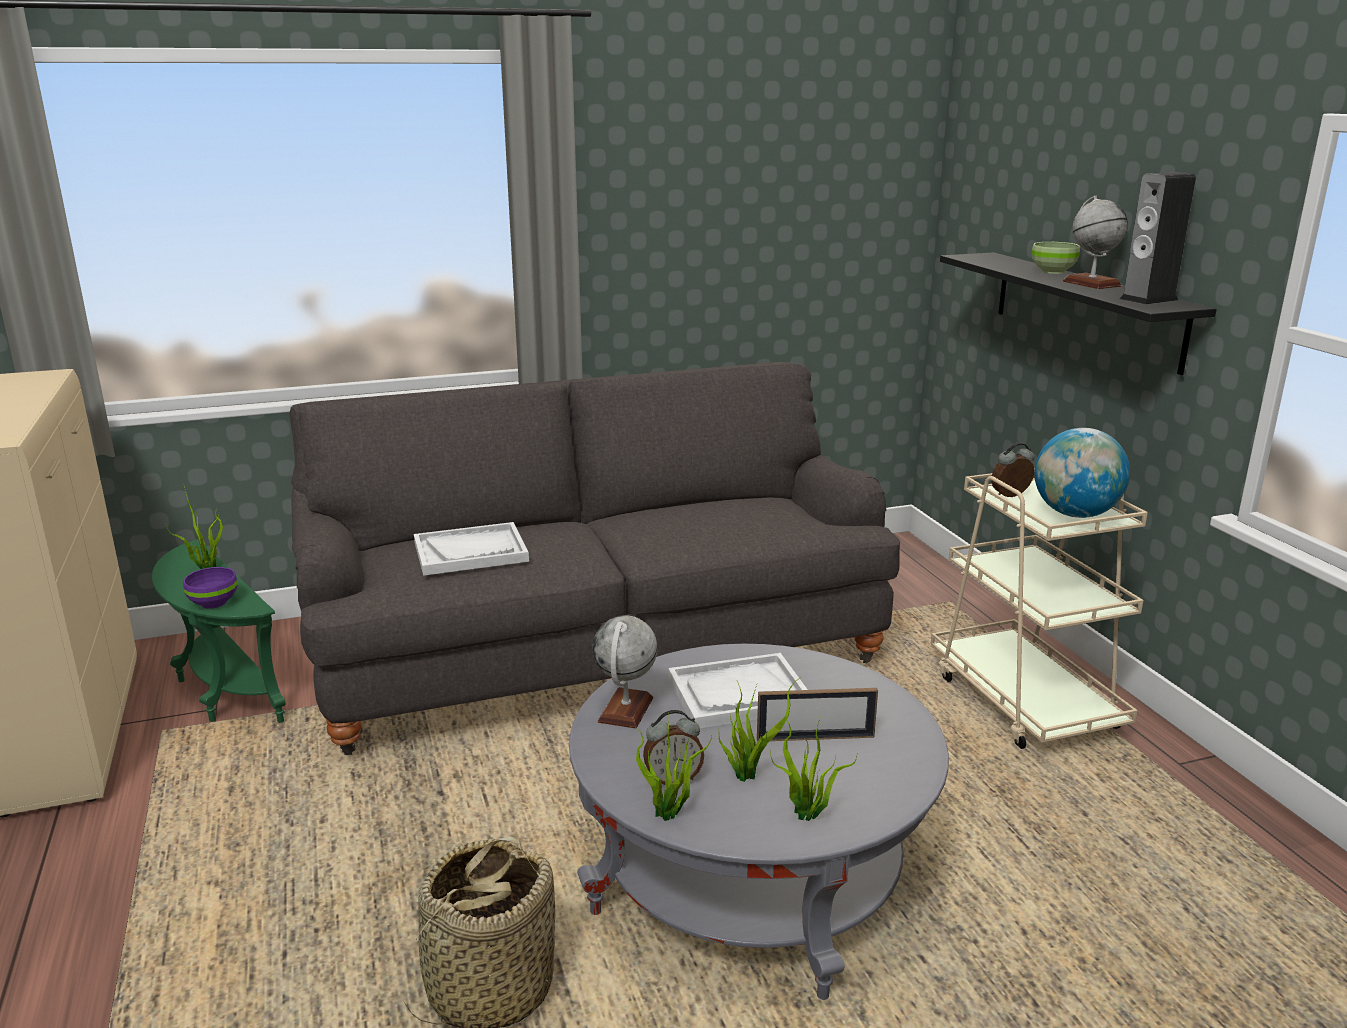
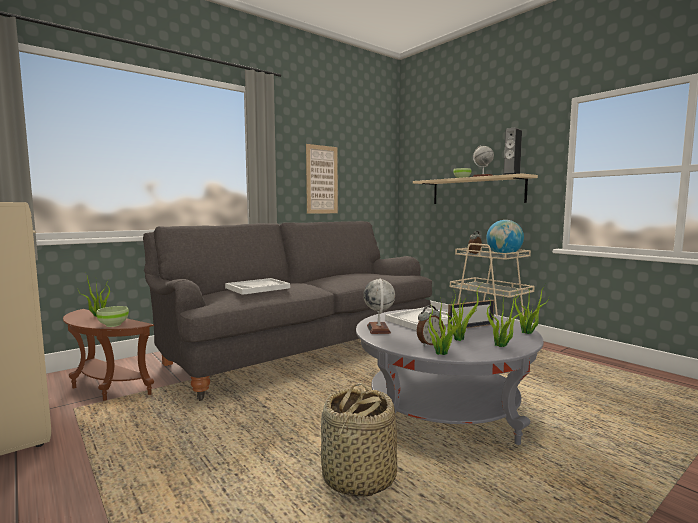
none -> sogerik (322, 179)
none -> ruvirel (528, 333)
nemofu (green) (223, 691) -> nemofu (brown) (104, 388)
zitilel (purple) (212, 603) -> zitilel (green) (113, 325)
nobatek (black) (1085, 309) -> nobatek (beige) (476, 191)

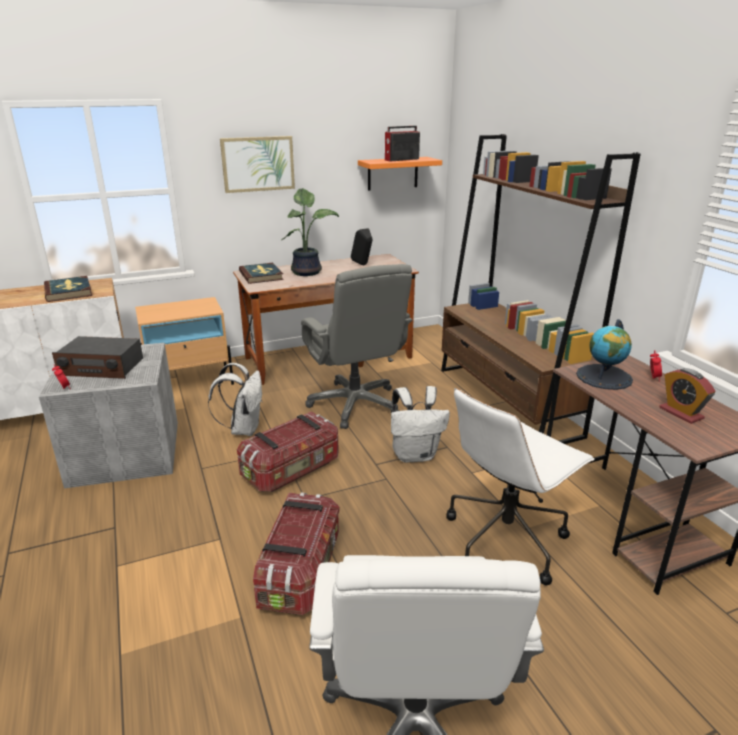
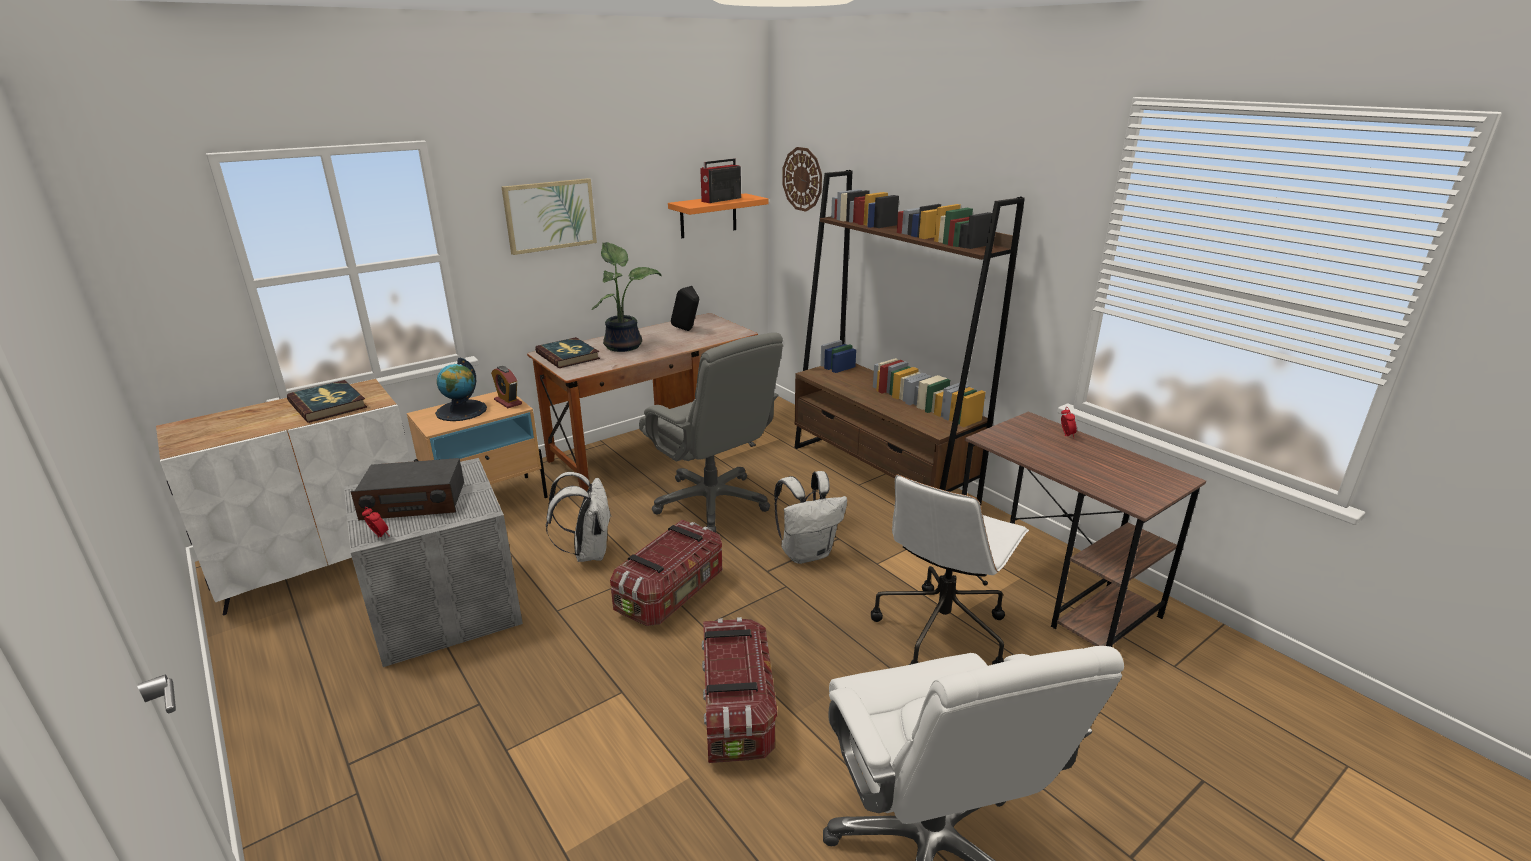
none -> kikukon (802, 179)
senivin (604, 377) -> senivin (461, 411), shifted
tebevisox (681, 413) -> tebevisox (508, 402), shifted

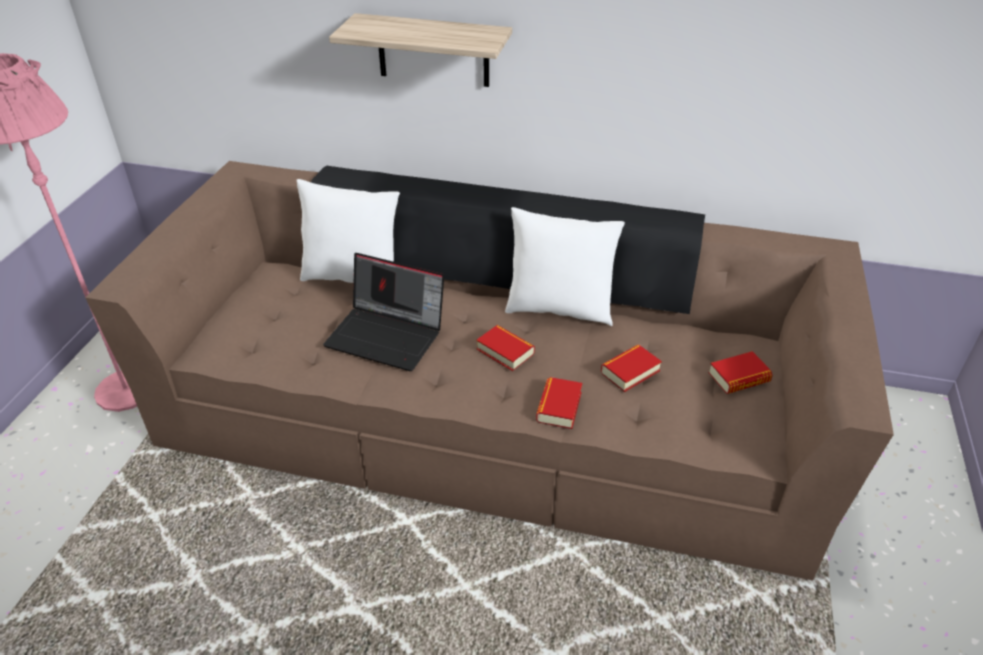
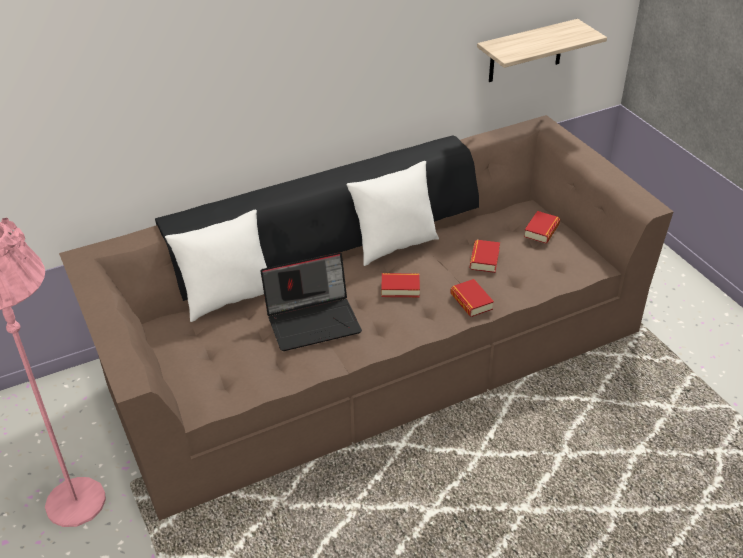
nobatek (433, 50) -> nobatek (526, 51), shifted

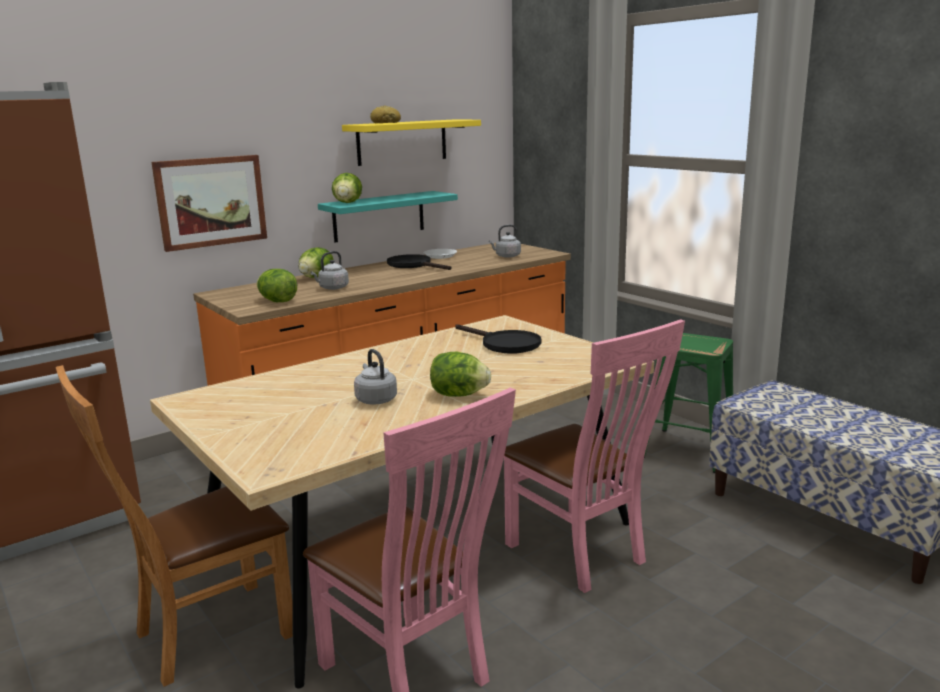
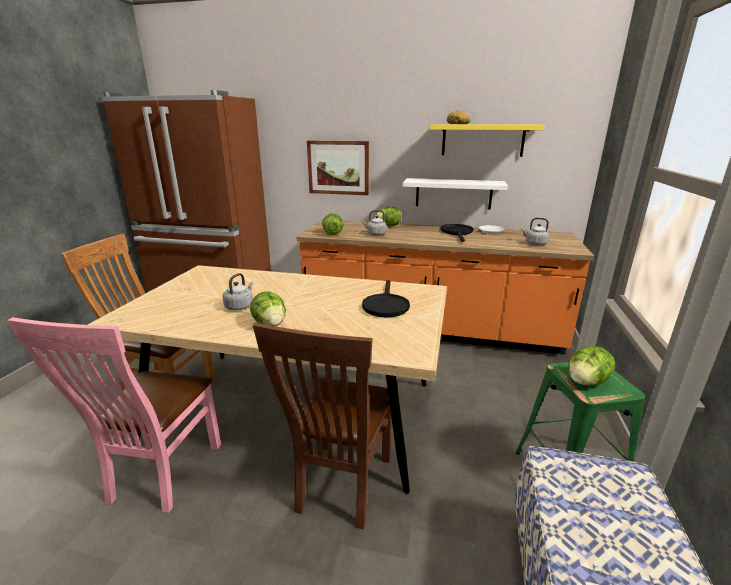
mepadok (348, 203) -> mepadok (586, 382), shifted
nobatek (turquoise) (379, 216) -> nobatek (white) (453, 193)
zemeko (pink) (582, 555) -> zemeko (brown) (340, 487)

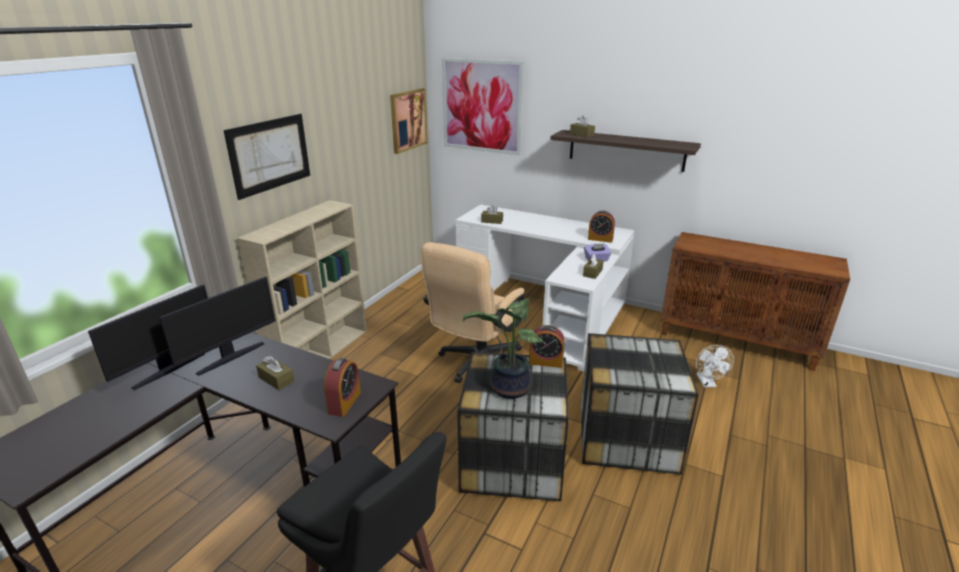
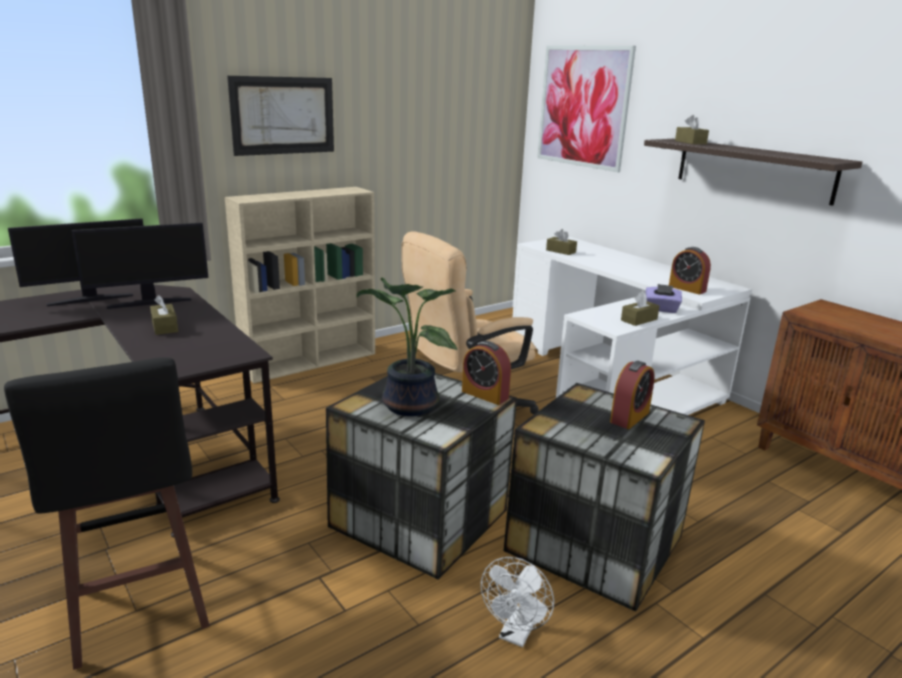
sogerik (408, 120) -> none
tebevisox (344, 402) -> tebevisox (629, 417), shifted
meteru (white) (707, 383) -> meteru (white) (516, 634), shifted

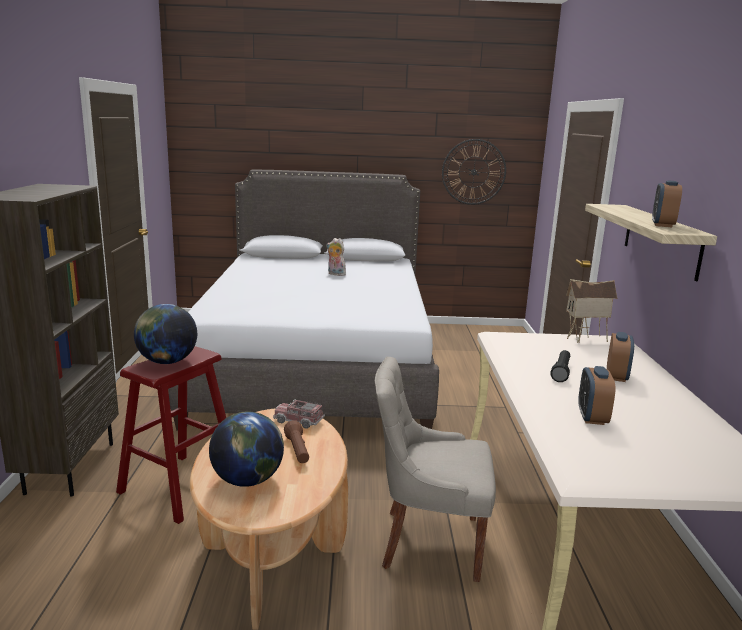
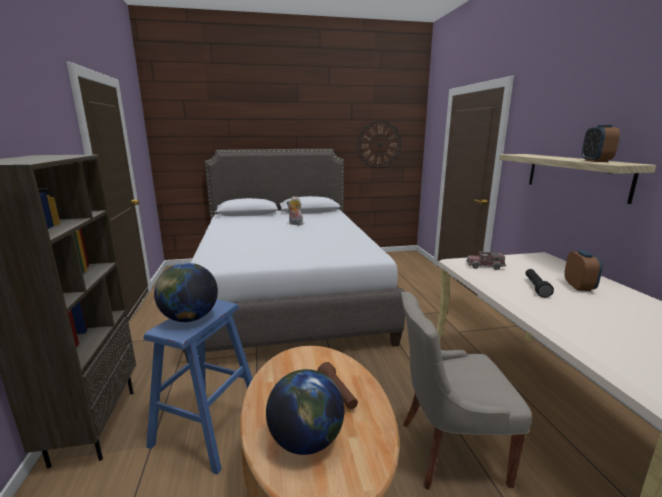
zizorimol (585, 340) -> none
tebevisox (592, 417) -> none
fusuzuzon (298, 421) -> fusuzuzon (485, 266), shifted
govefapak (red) (180, 487) -> govefapak (blue) (208, 429)

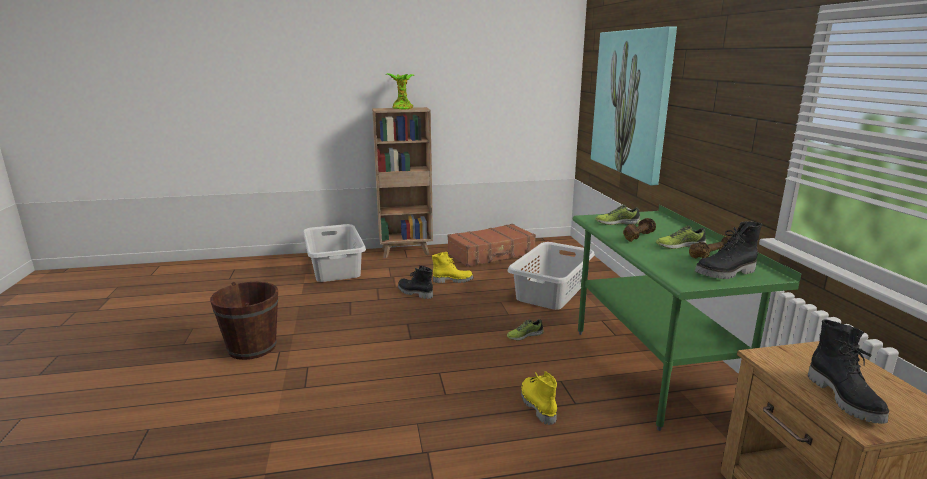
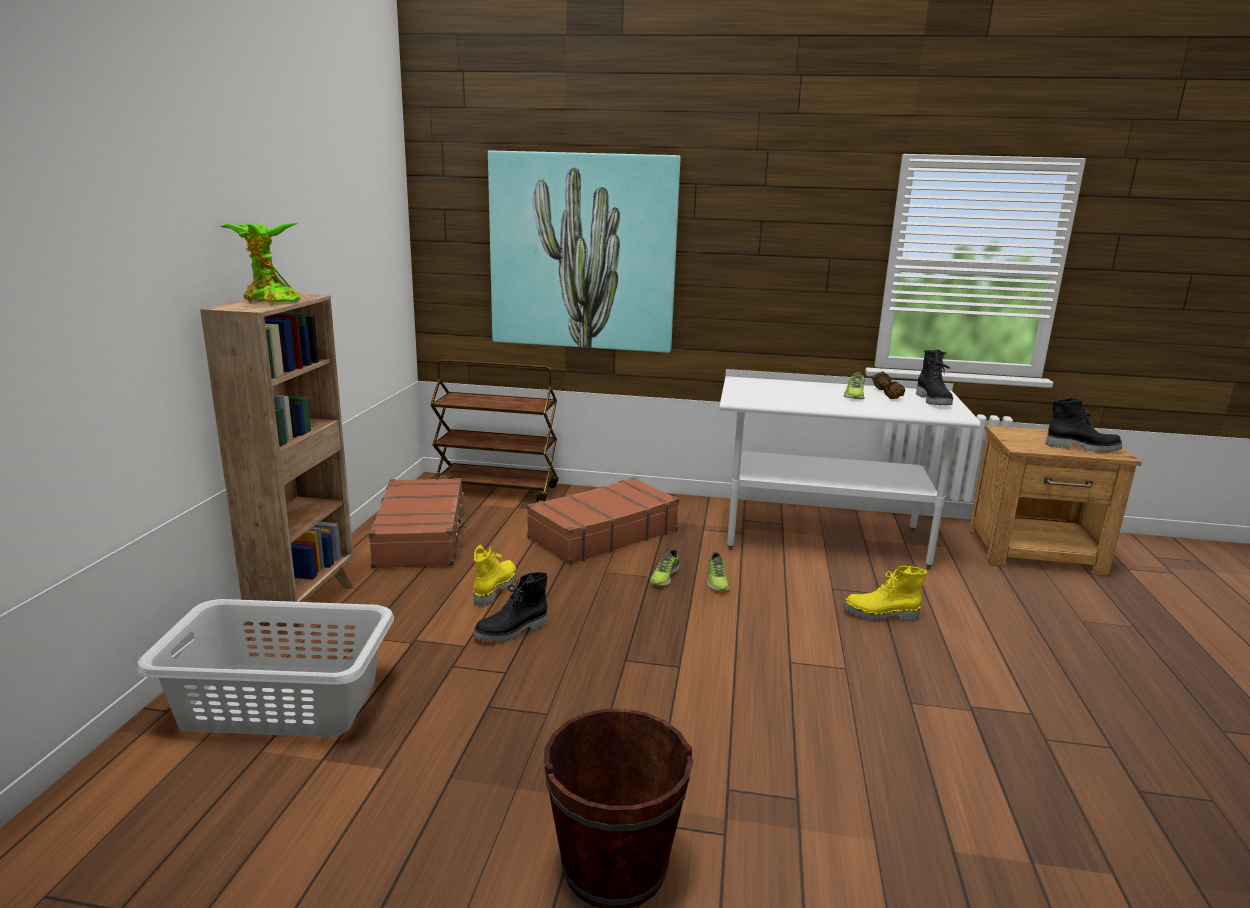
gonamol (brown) (638, 236) -> none
none -> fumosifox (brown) (497, 490)
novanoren (617, 223) -> novanoren (664, 576), shifted
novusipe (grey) (550, 292) -> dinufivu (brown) (602, 534)
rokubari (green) (651, 370) -> rokubari (white) (824, 539)

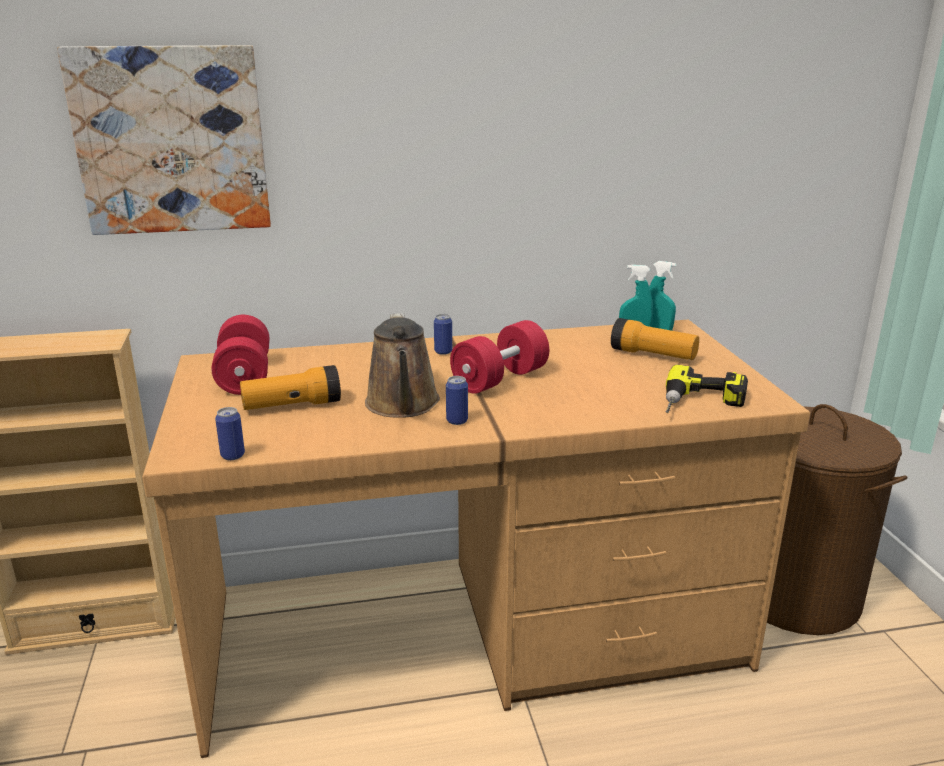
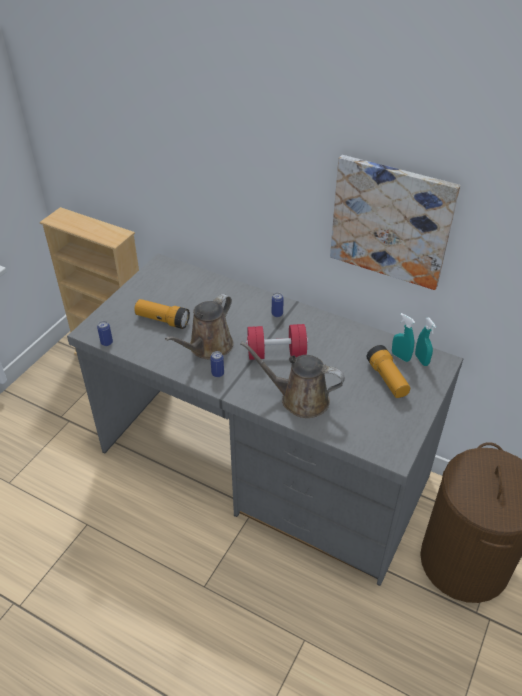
gonamol (red) (244, 376) -> none
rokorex (702, 404) -> none
none -> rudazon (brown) (299, 399)
sogerik (172, 140) -> sogerik (391, 221), shifted
rokubari (brown) (473, 633) -> rokubari (grey) (261, 466)

